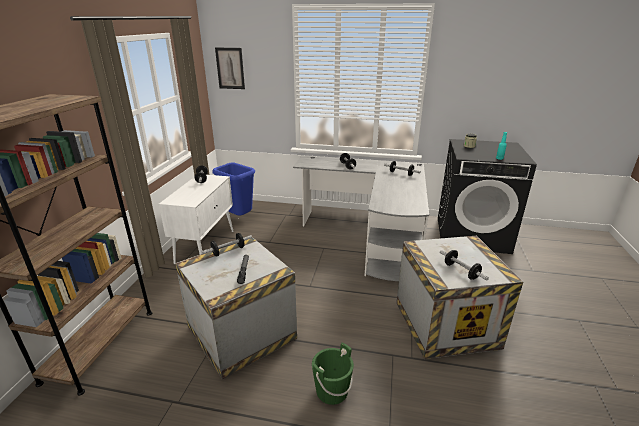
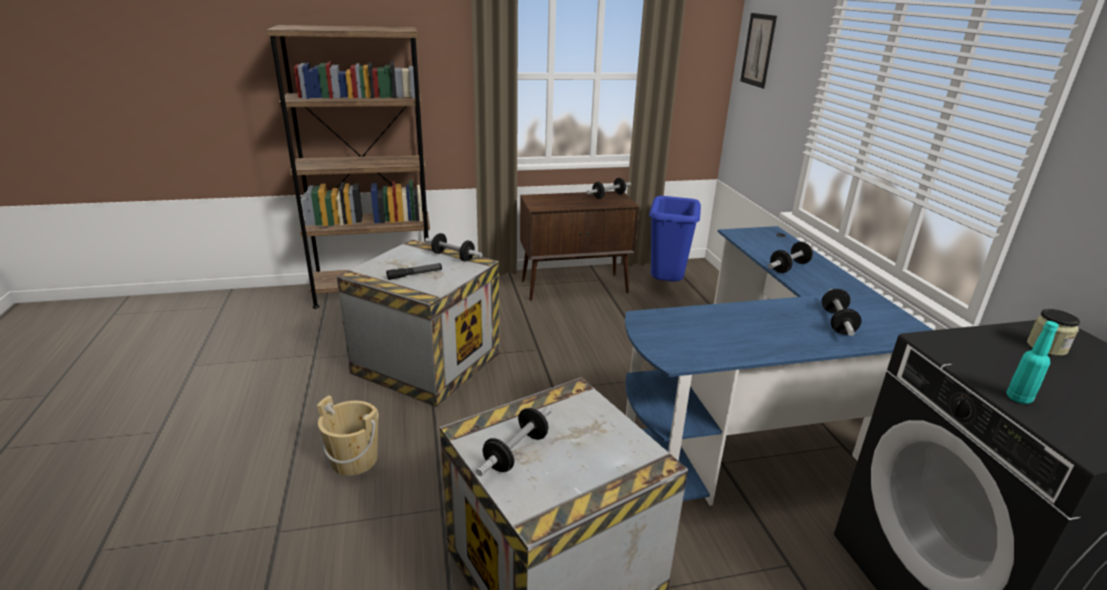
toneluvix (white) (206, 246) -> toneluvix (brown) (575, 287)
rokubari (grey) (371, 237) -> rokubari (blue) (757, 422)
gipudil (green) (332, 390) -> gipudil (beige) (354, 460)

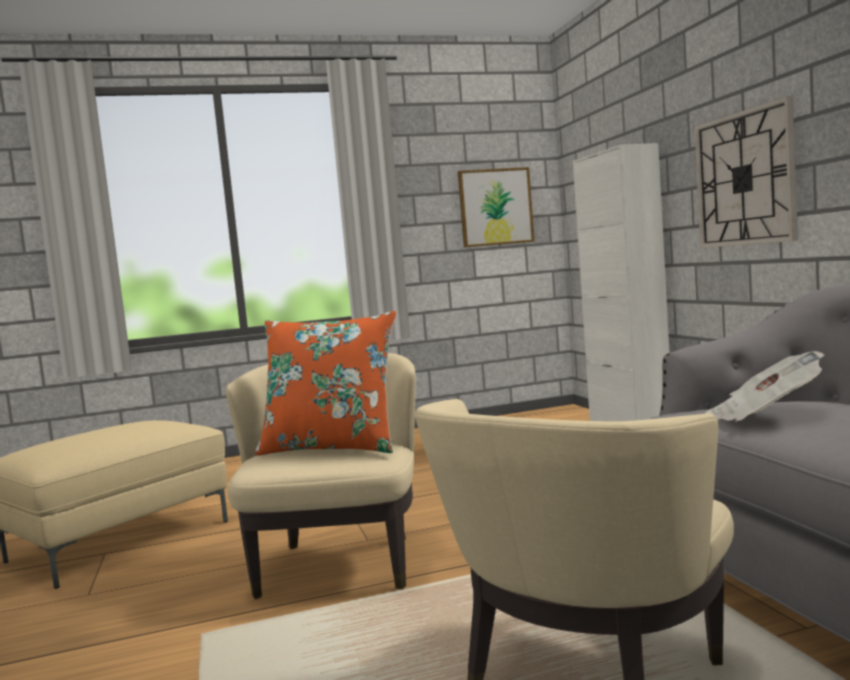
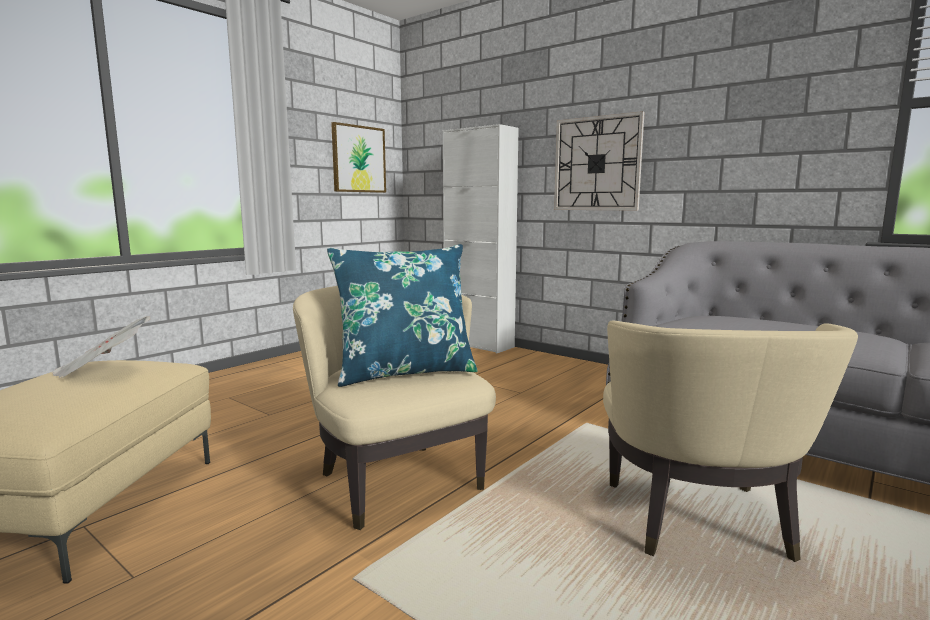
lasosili (763, 416) -> lasosili (103, 370), shifted
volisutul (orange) (332, 448) -> volisutul (blue) (405, 372)

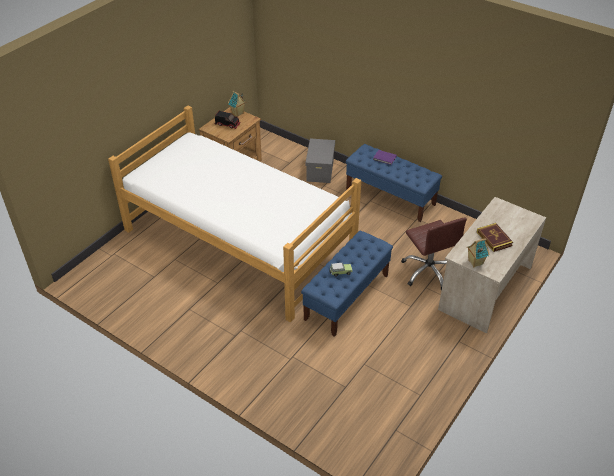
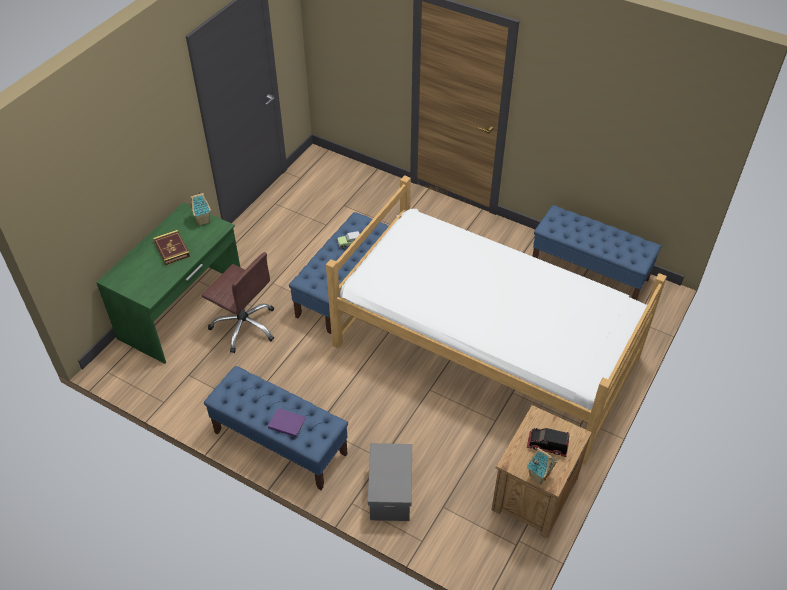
none -> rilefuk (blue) (589, 272)
rokubari (beige) (484, 287) -> rokubari (green) (182, 310)
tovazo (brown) (428, 271) -> tovazo (brown) (244, 326), 150 degrees clockwise

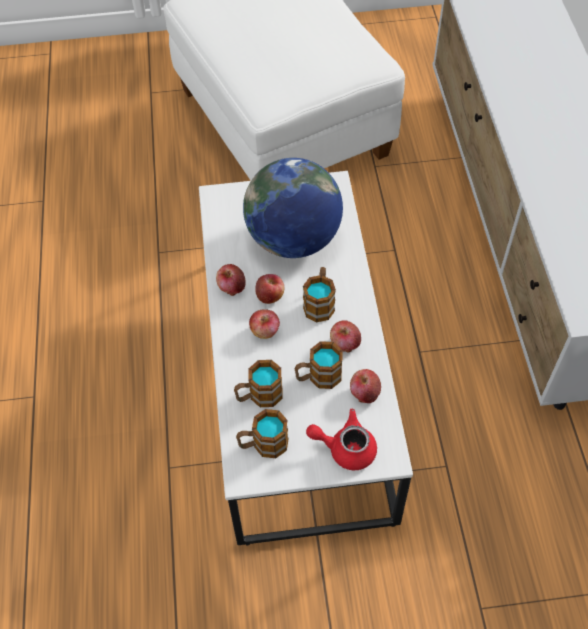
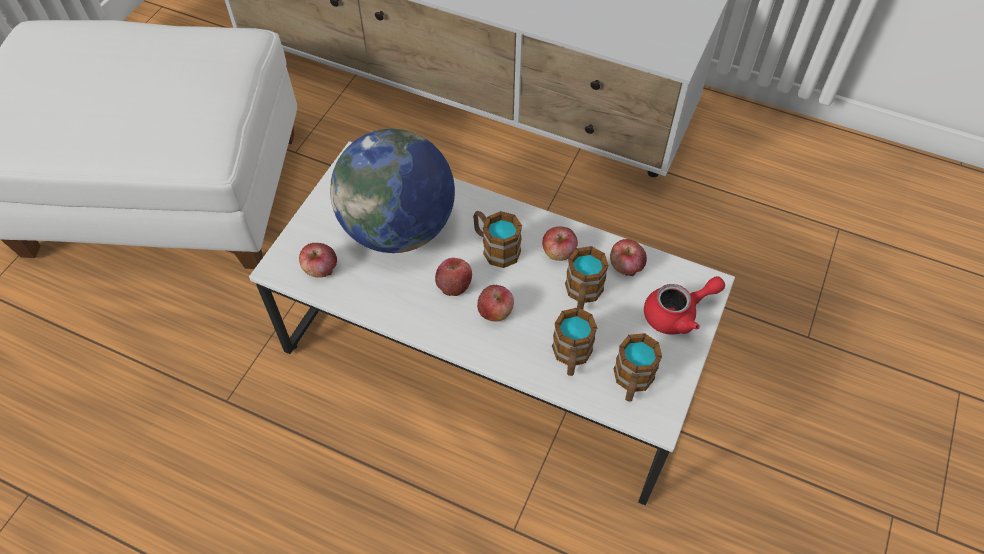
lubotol (231, 287) -> lubotol (320, 269), shifted
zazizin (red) (345, 448) -> zazizin (red) (677, 314), 150 degrees counterclockwise

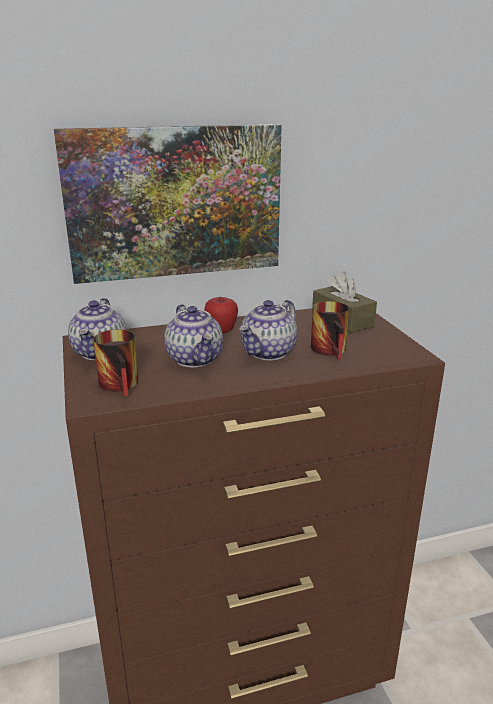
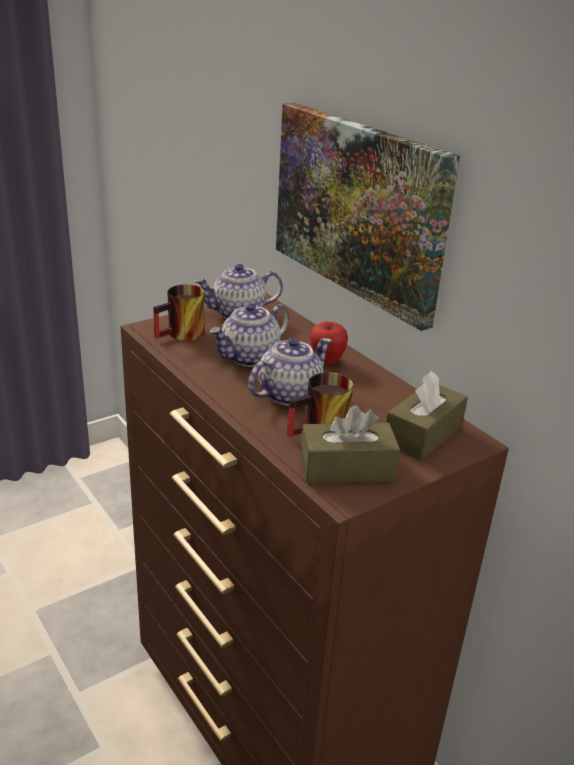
none -> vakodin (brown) (347, 468)
zazizin (268, 353) -> zazizin (289, 394), 120 degrees clockwise

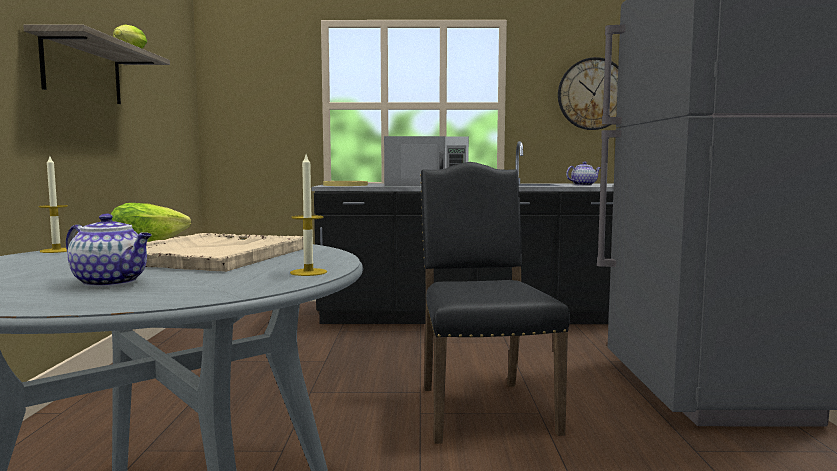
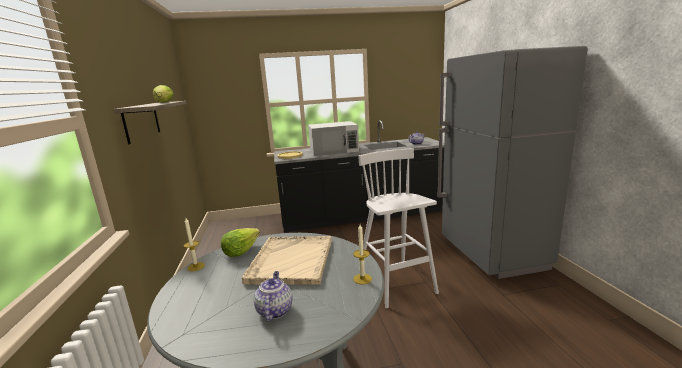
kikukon (593, 94) -> none
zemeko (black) (482, 408) -> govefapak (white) (396, 283)
zazizin (112, 282) -> zazizin (274, 310), 105 degrees counterclockwise

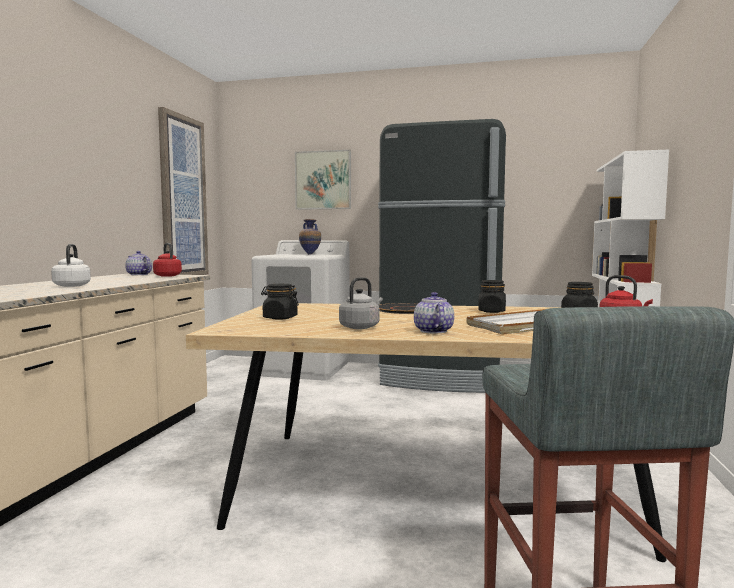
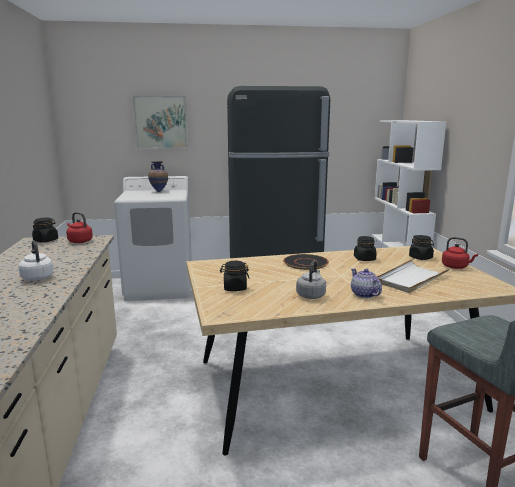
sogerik (182, 197) -> none
zazizin (139, 274) -> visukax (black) (46, 240)

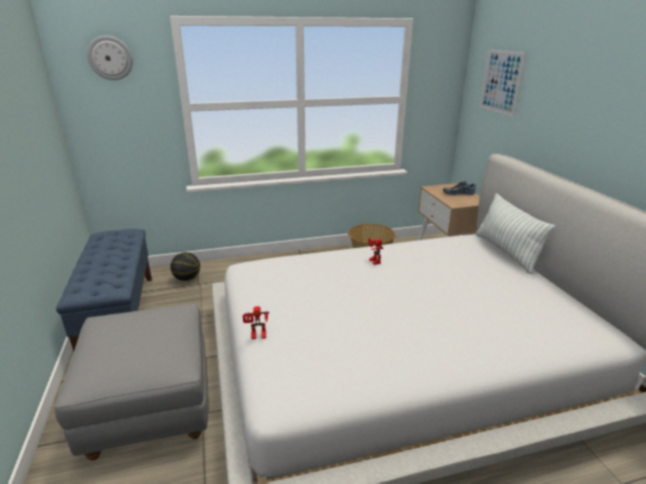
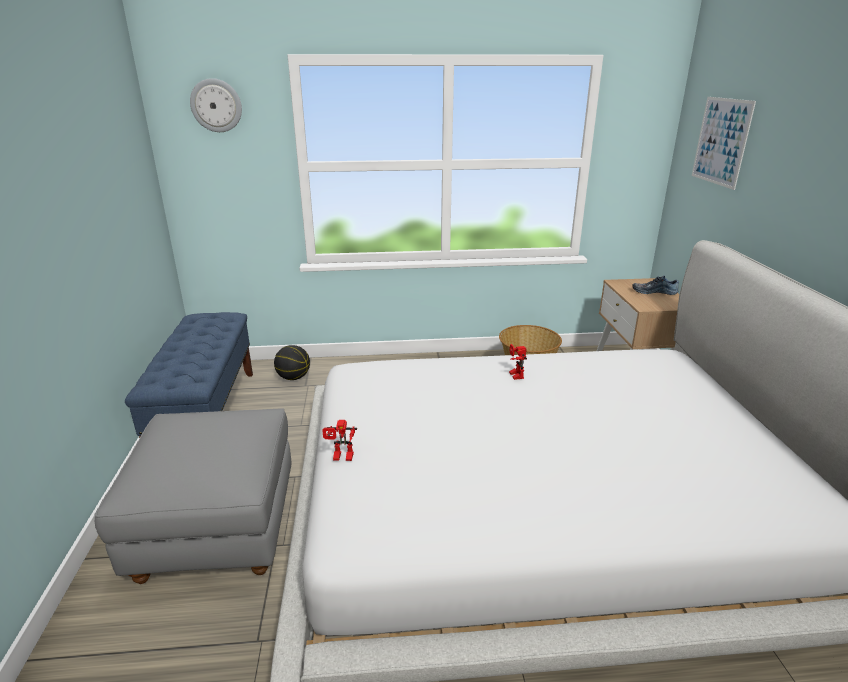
volisutul (506, 252) -> none

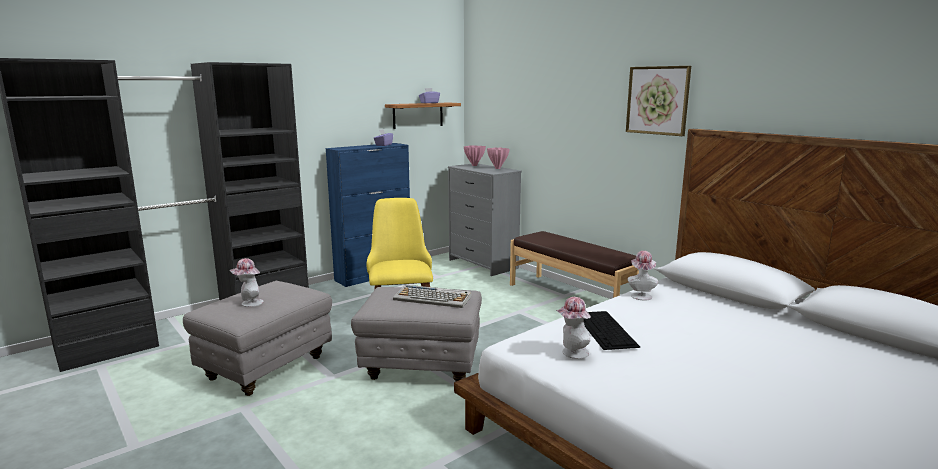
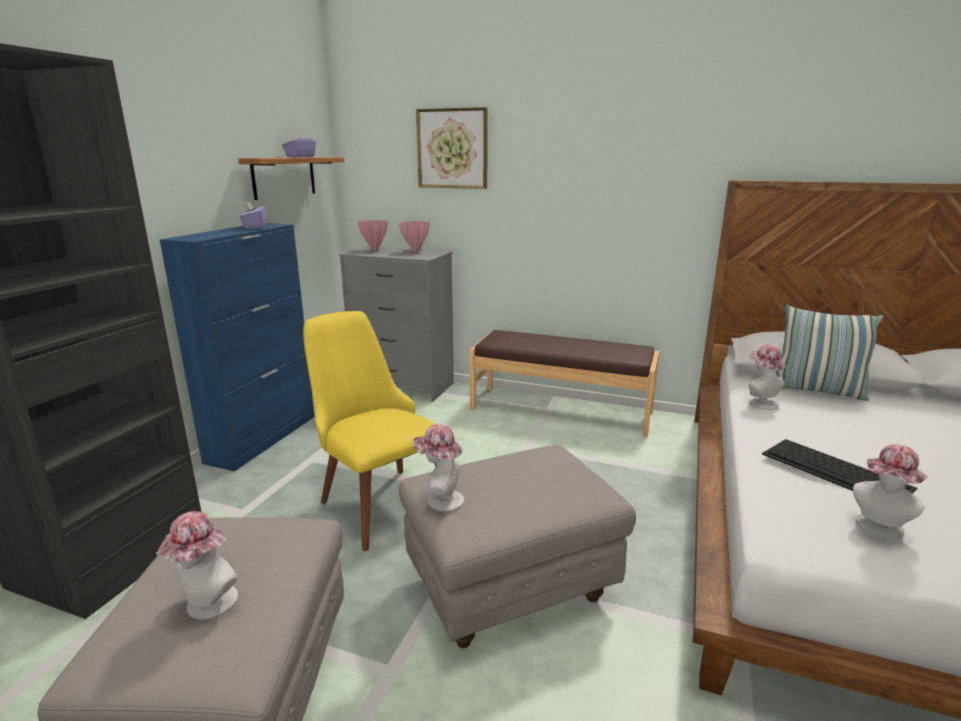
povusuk (433, 298) -> none
none -> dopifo (440, 500)
none -> volisutul (816, 391)
sogerik (657, 100) -> sogerik (452, 149), shifted

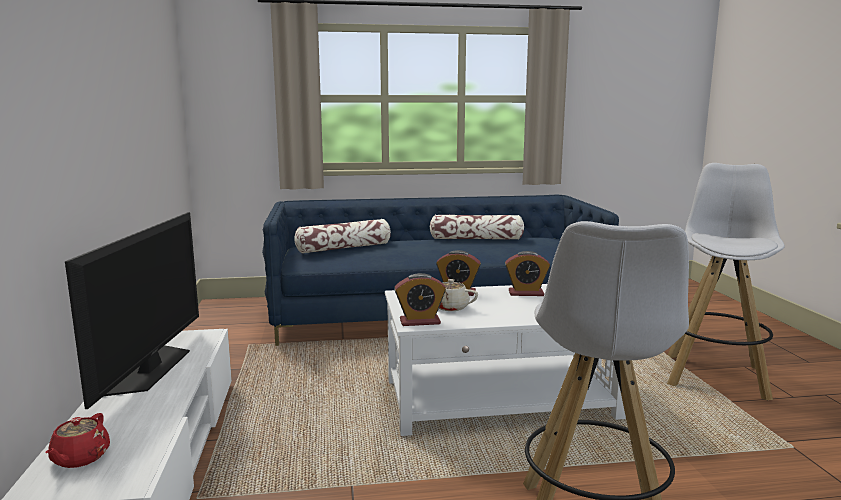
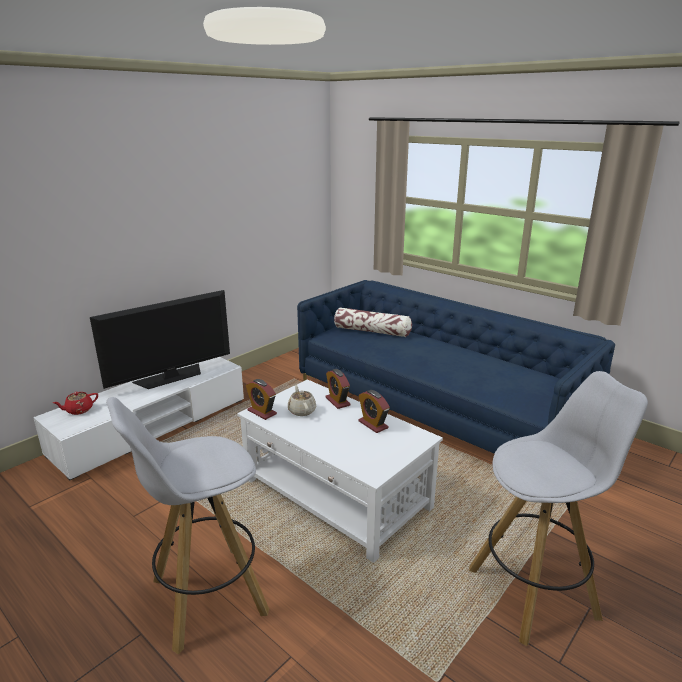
volisutul (476, 239) -> none

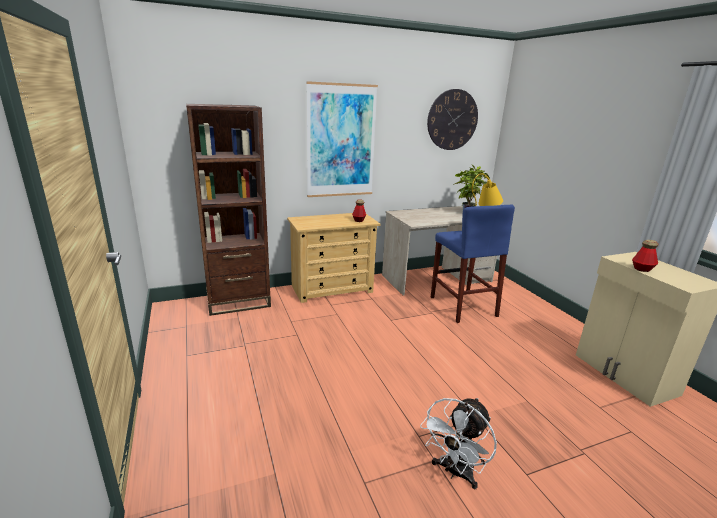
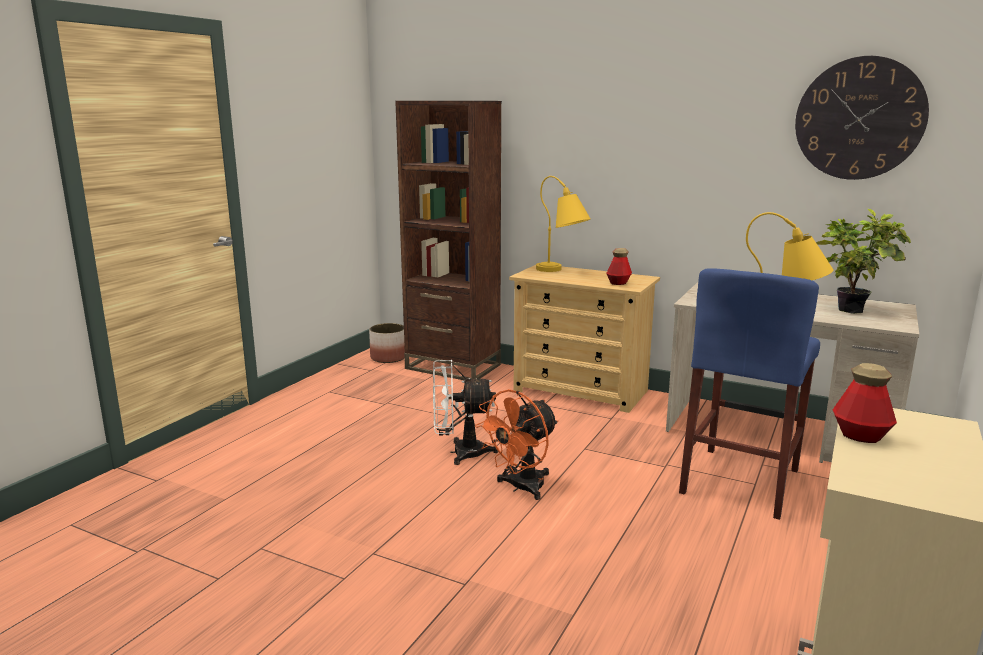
sogerik (341, 141) -> none
none -> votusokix (388, 358)
none -> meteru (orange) (520, 488)
none -> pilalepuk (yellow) (561, 272)
meteru (white) (455, 472) -> meteru (white) (460, 453), shifted

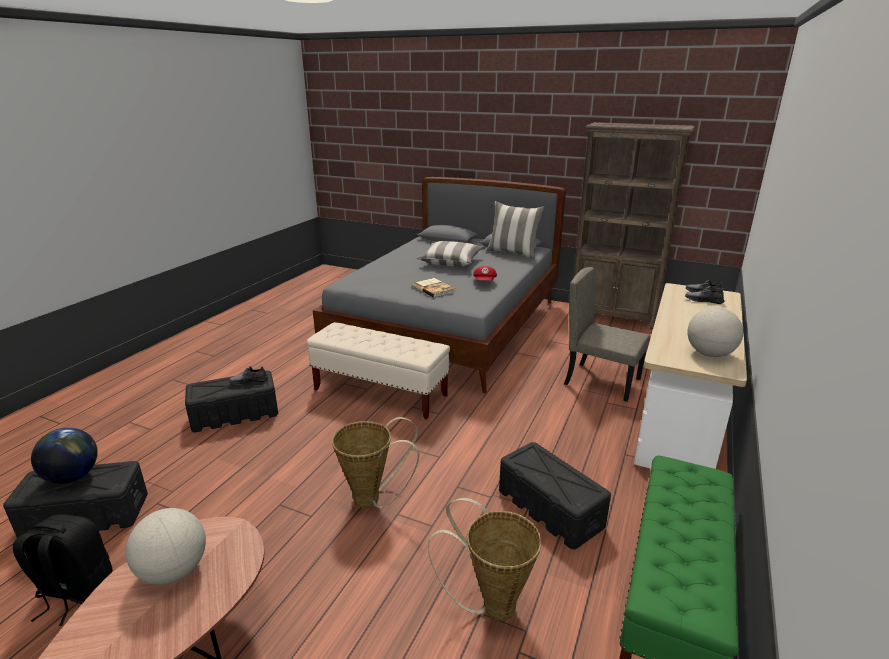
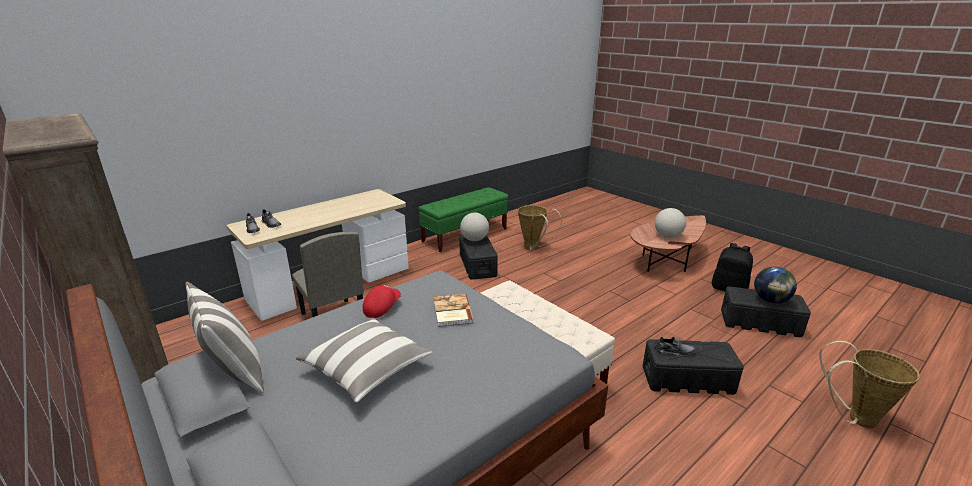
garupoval (373, 500) -> garupoval (855, 418), shifted
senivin (709, 354) -> senivin (474, 240), shifted

